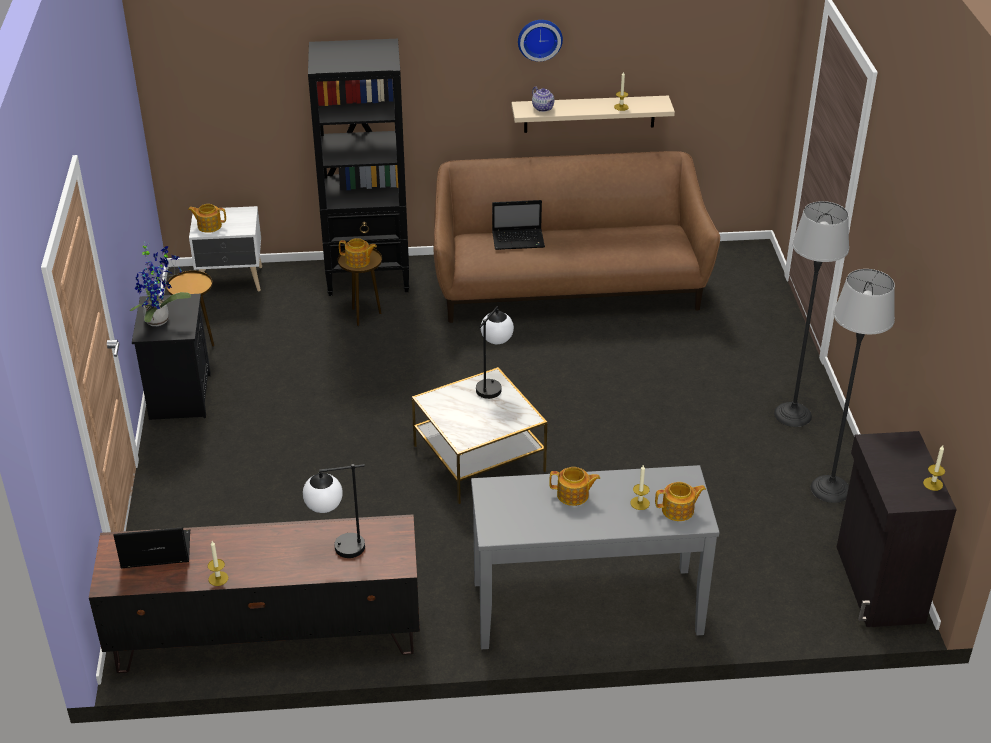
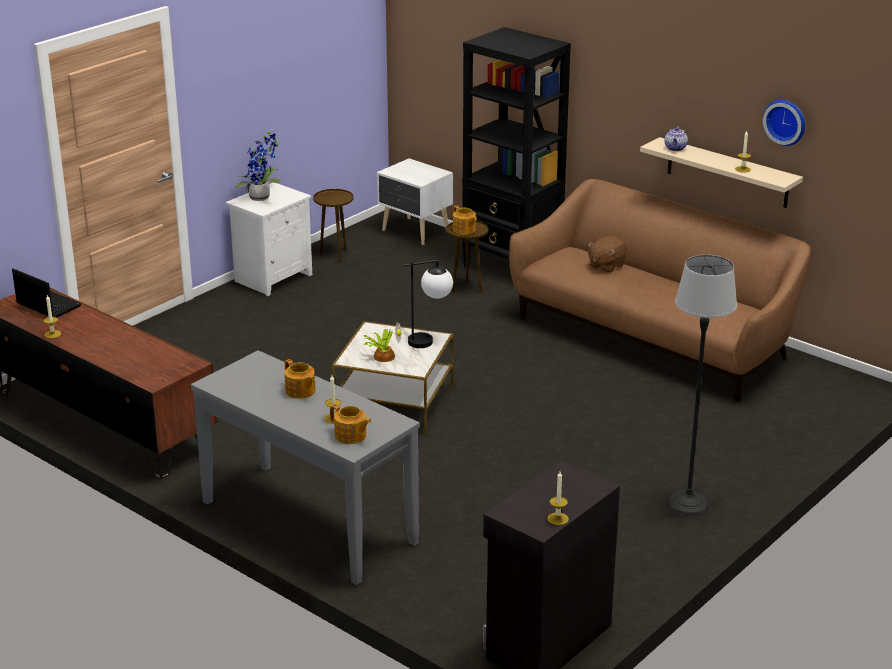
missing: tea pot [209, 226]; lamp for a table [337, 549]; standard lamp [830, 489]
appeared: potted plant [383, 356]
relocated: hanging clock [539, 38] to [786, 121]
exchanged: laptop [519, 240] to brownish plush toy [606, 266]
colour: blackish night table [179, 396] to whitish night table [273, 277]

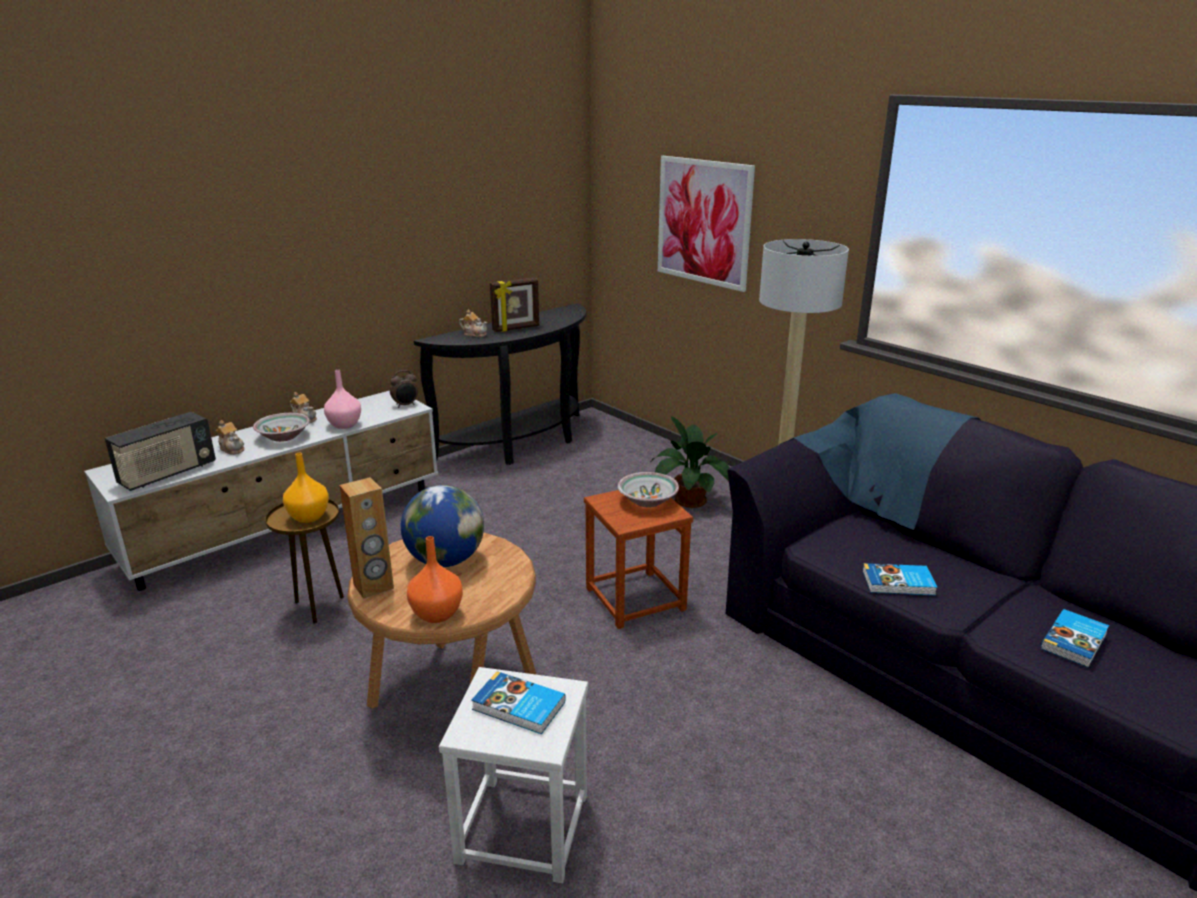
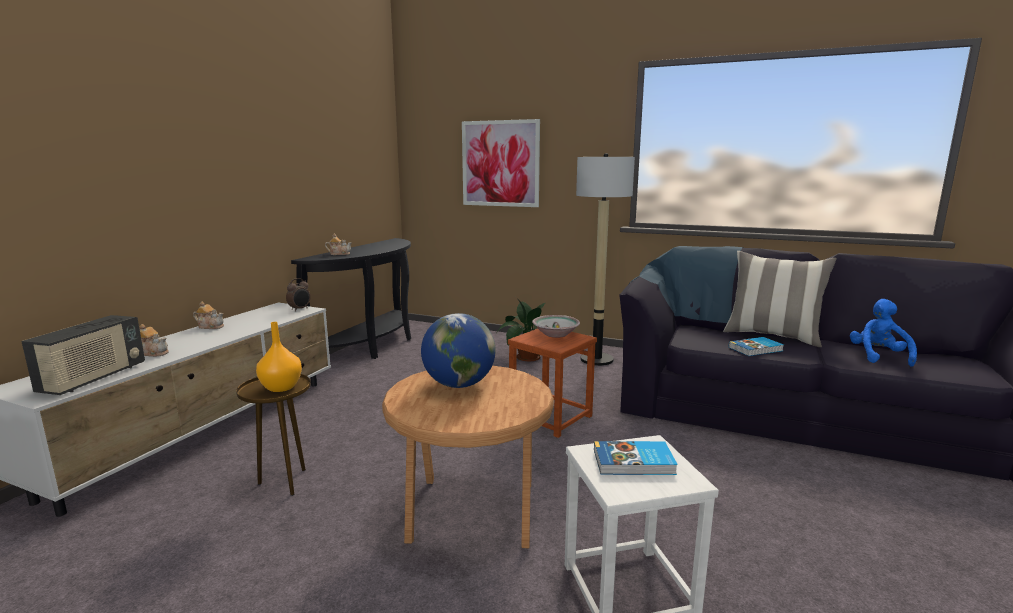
missing: serving bowl [284, 437]; pinkish decorative vase [344, 425]; brownish loudspeaker [374, 587]; orangey decorative vase [437, 615]; photo frame [516, 328]
appeared: throw pillow [772, 336]
exchanged: book [1075, 641] to bluish plush toy [878, 356]

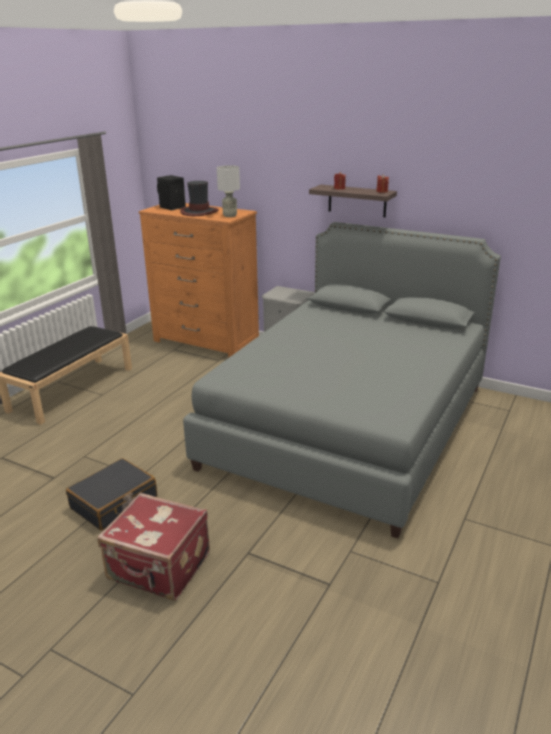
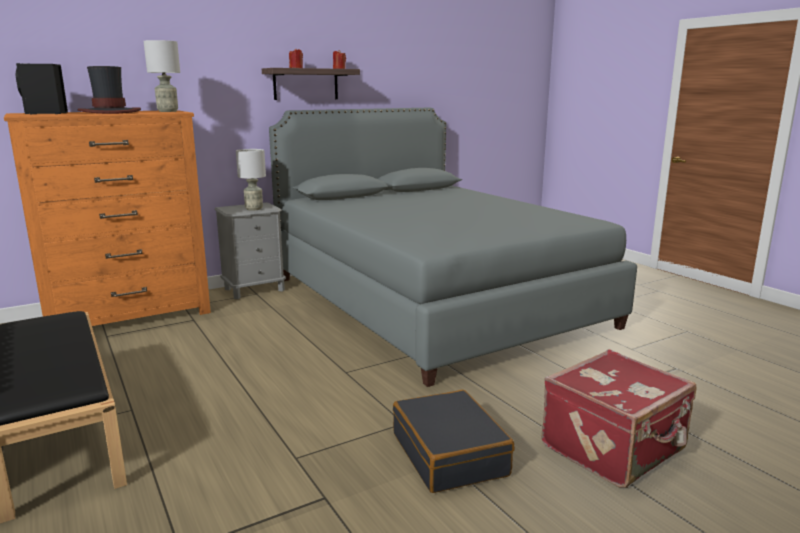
appeared: grey lamp for a table [253, 209]

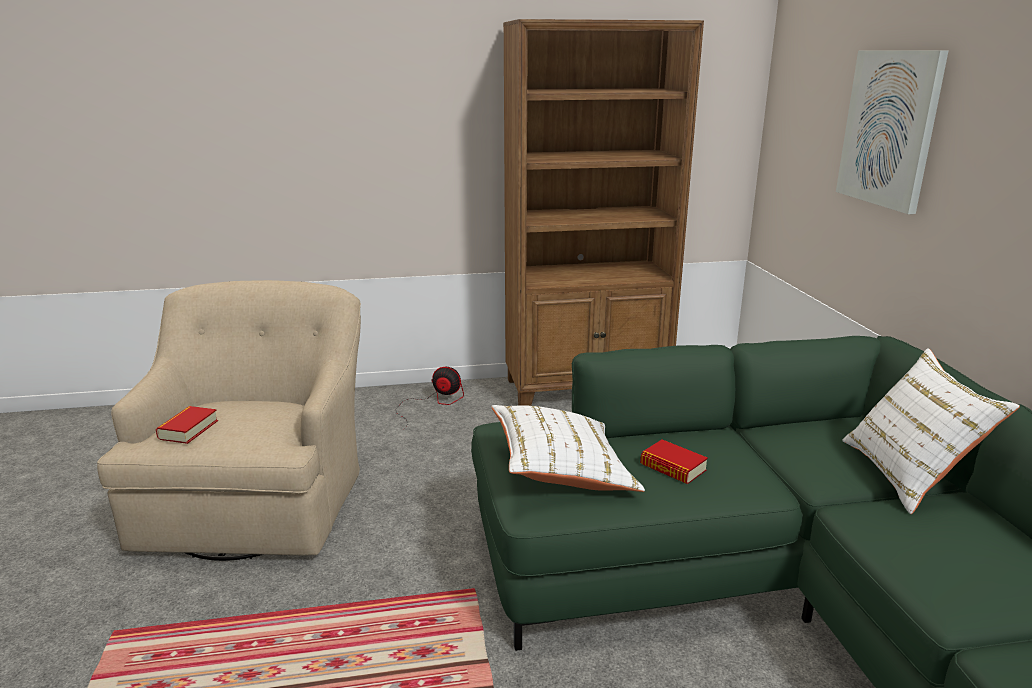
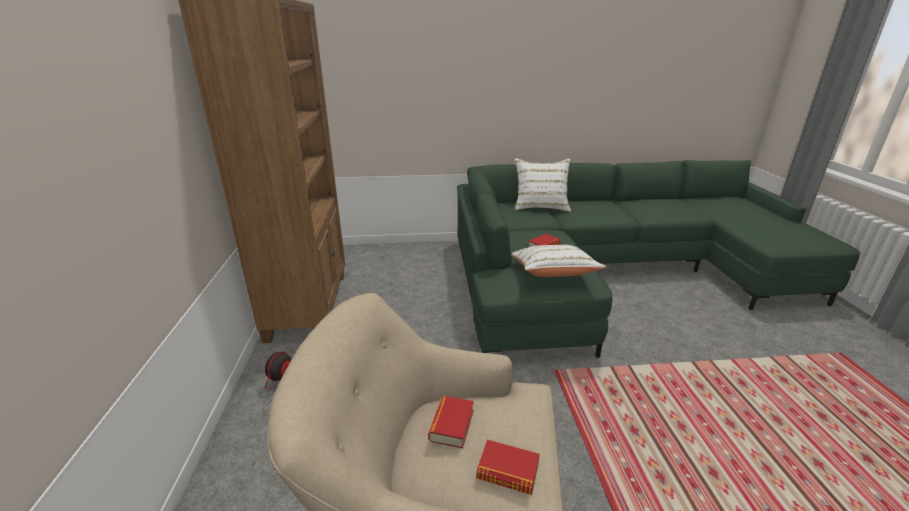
missing: wall art [889, 129]
appeared: book [451, 425]

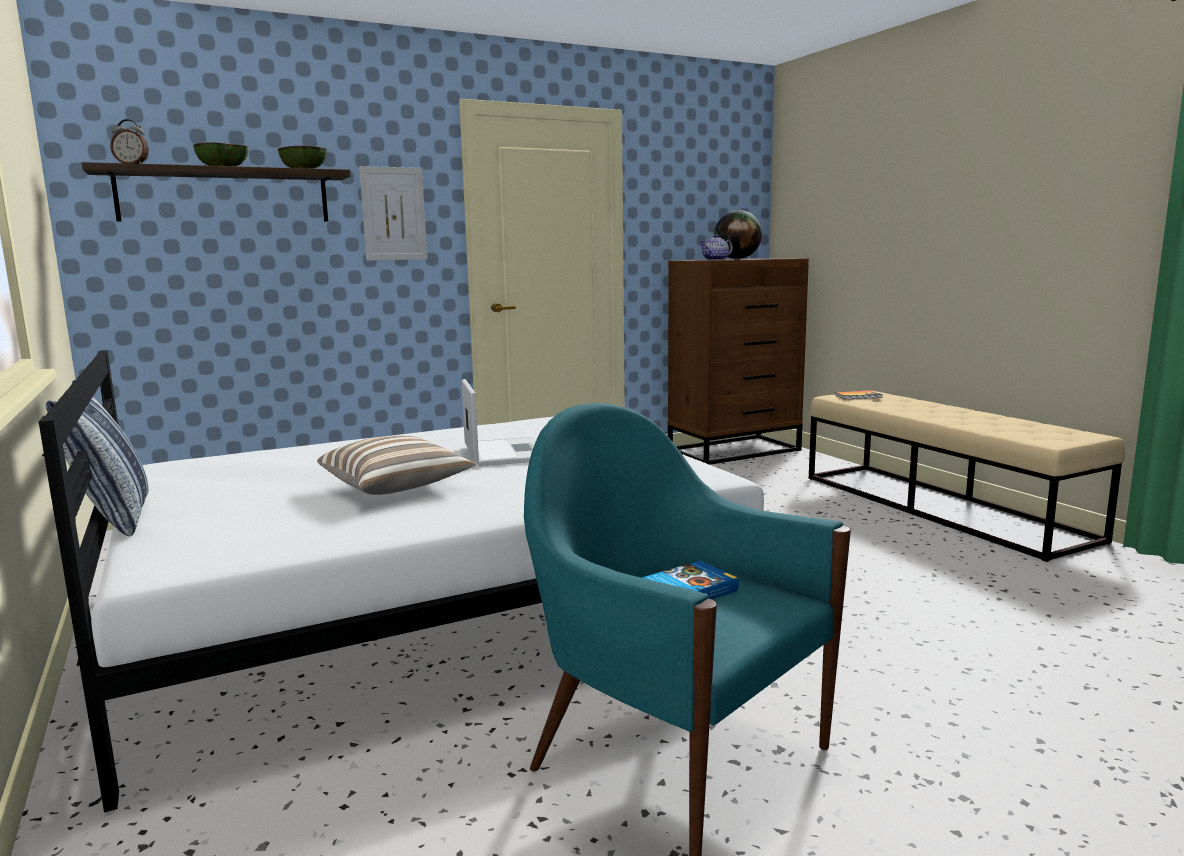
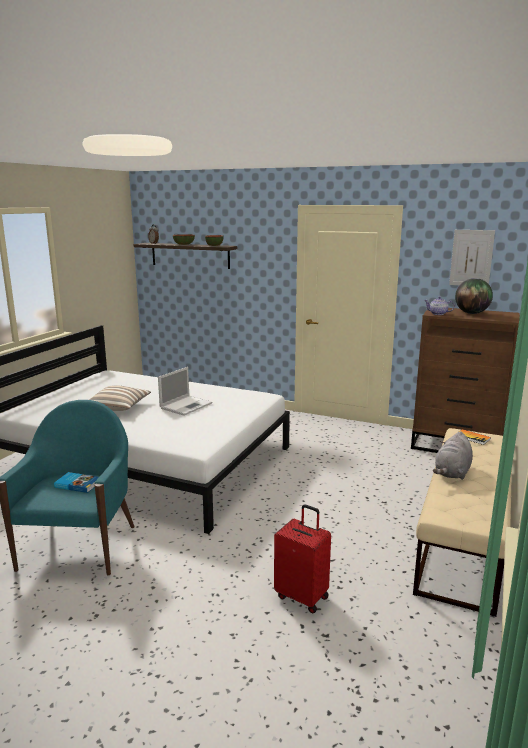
missing: throw pillow [114, 518]
appeared: reddish travel case [302, 596]; grey plush toy [452, 473]
relocated: wall art [394, 214] to [471, 258]

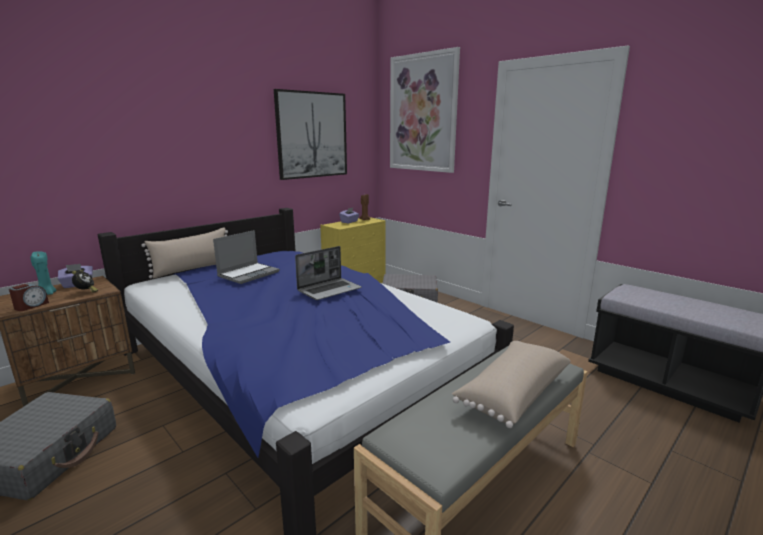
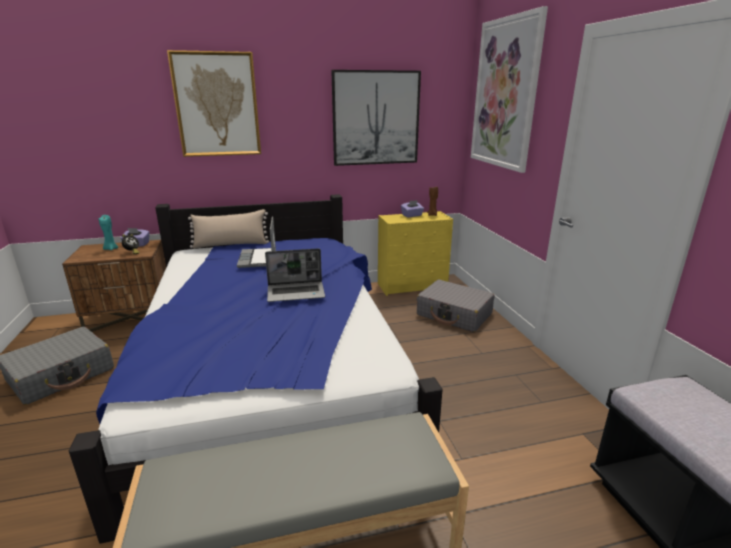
missing: bedside clock [31, 306]; beige throw pillow [511, 393]
appeared: wall art [217, 105]
spun: laptop [249, 274] = [258, 259] 105 degrees clockwise

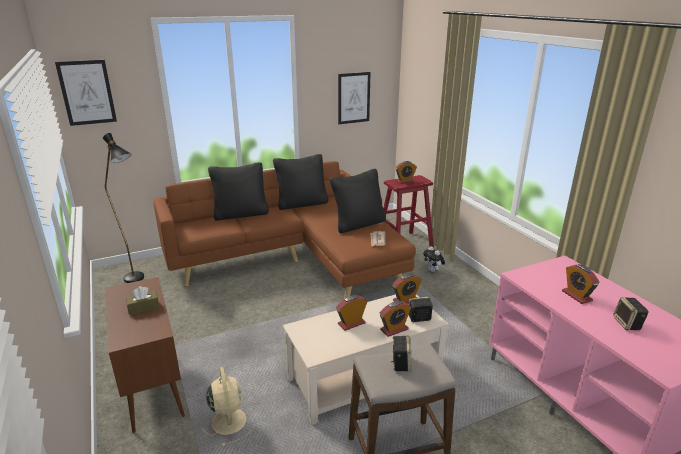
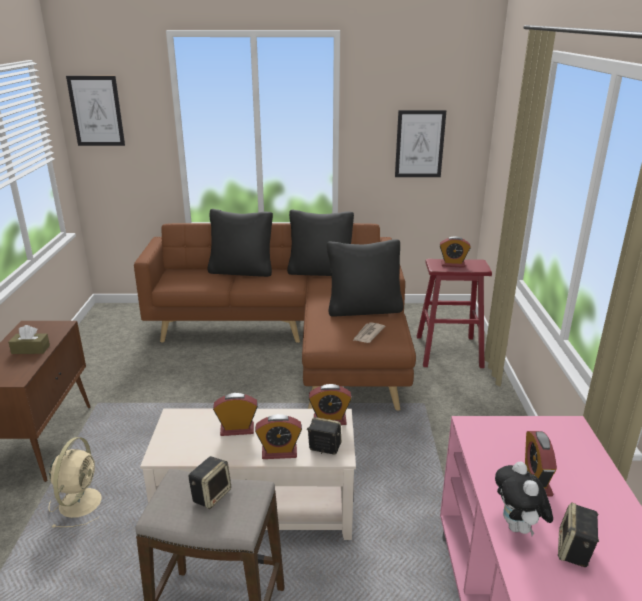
missing: blackish standard lamp [138, 280]
relocated: plush toy [433, 271] to [518, 527]

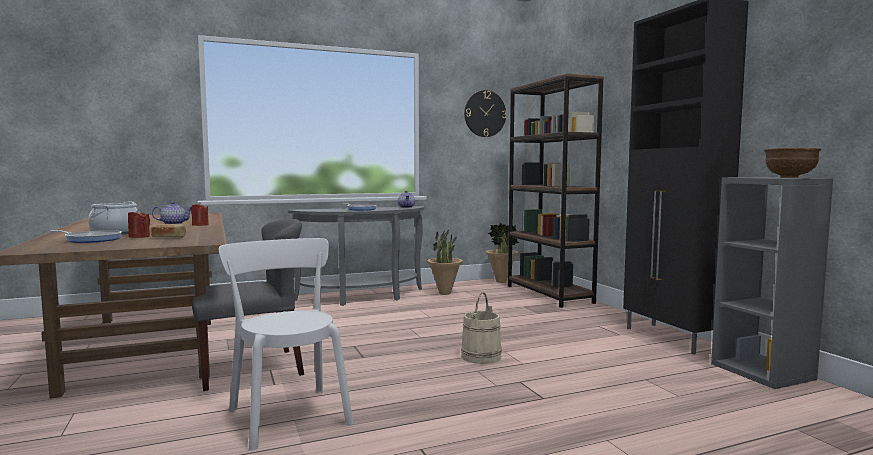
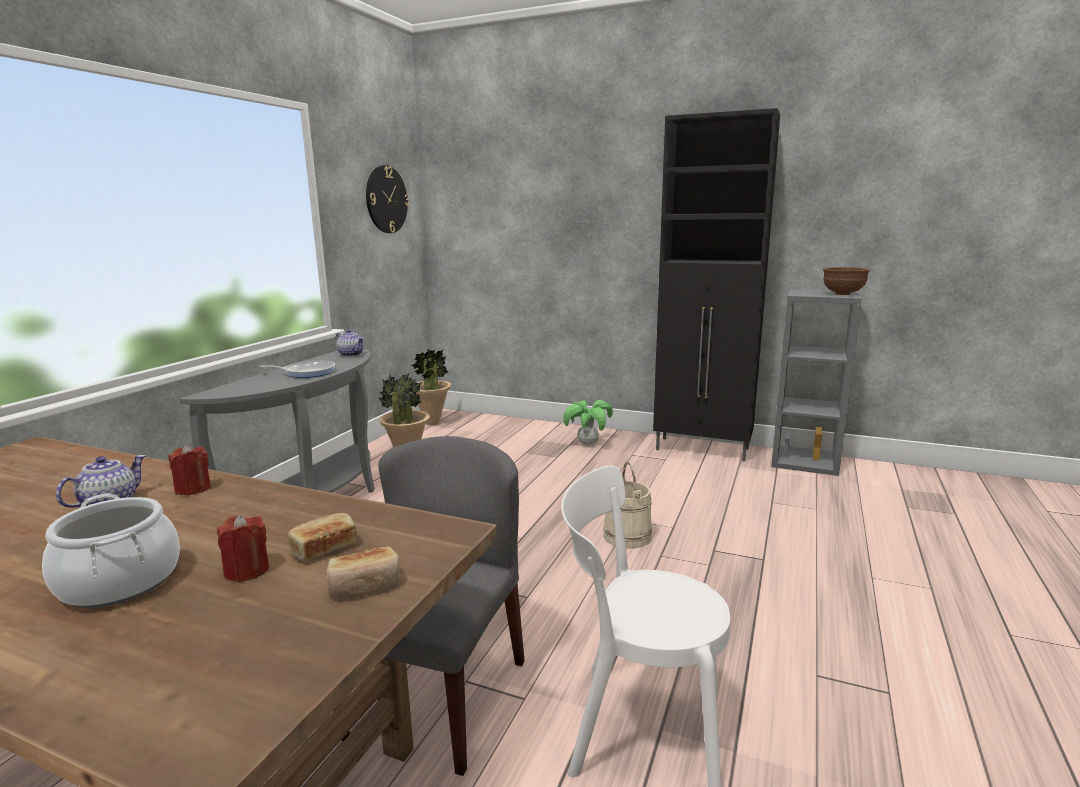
missing: frying pan [91, 239]; brownish bookshelf [549, 294]
appeared: bakery bread [365, 586]; potted plant [588, 444]

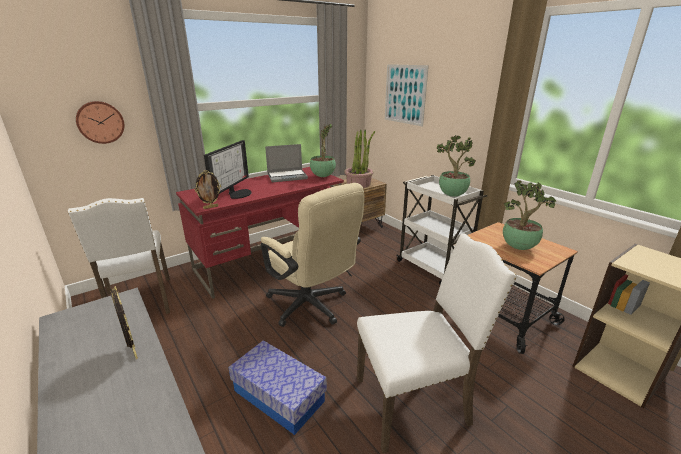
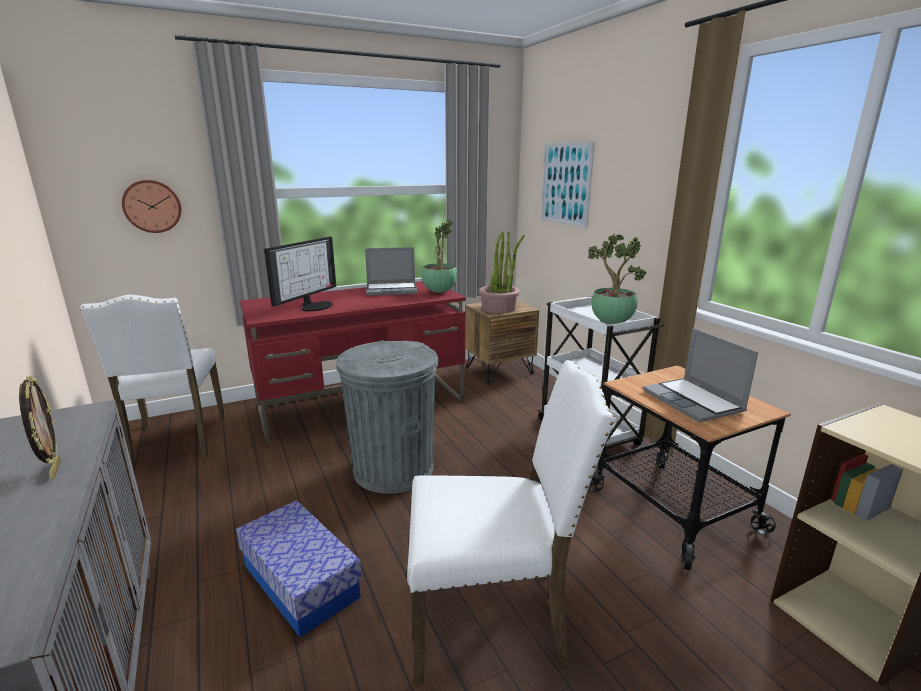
missing: photo frame [211, 207]
exchanged: beige office chair [312, 307] to grey rubbish bin [393, 469]; potted plant [519, 248] to laptop [694, 401]

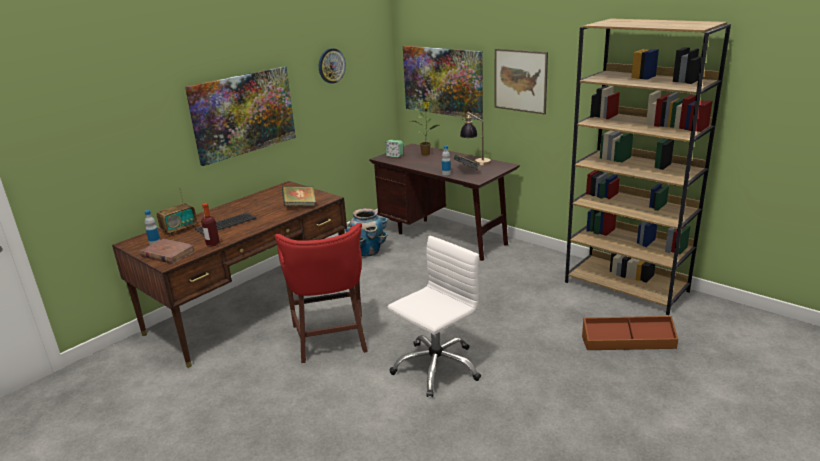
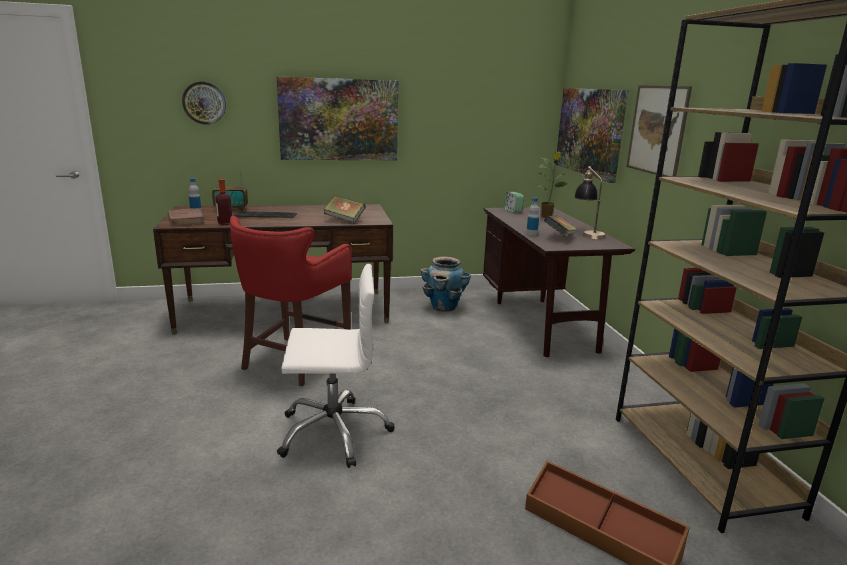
relocated: hanging clock [331, 65] to [204, 103]

